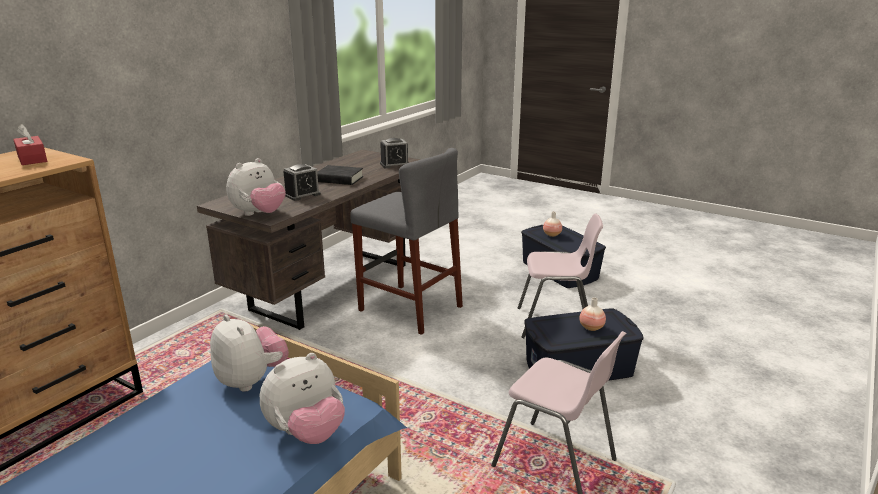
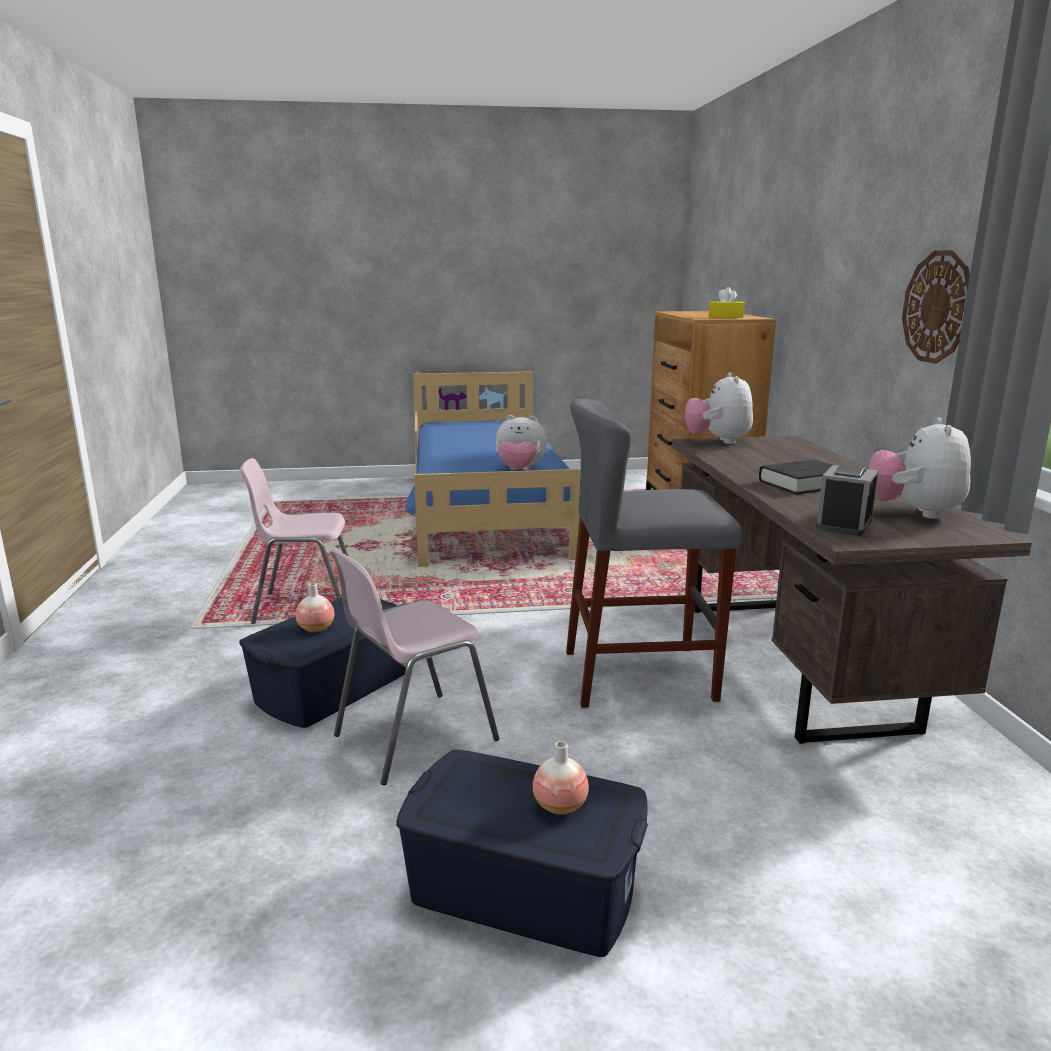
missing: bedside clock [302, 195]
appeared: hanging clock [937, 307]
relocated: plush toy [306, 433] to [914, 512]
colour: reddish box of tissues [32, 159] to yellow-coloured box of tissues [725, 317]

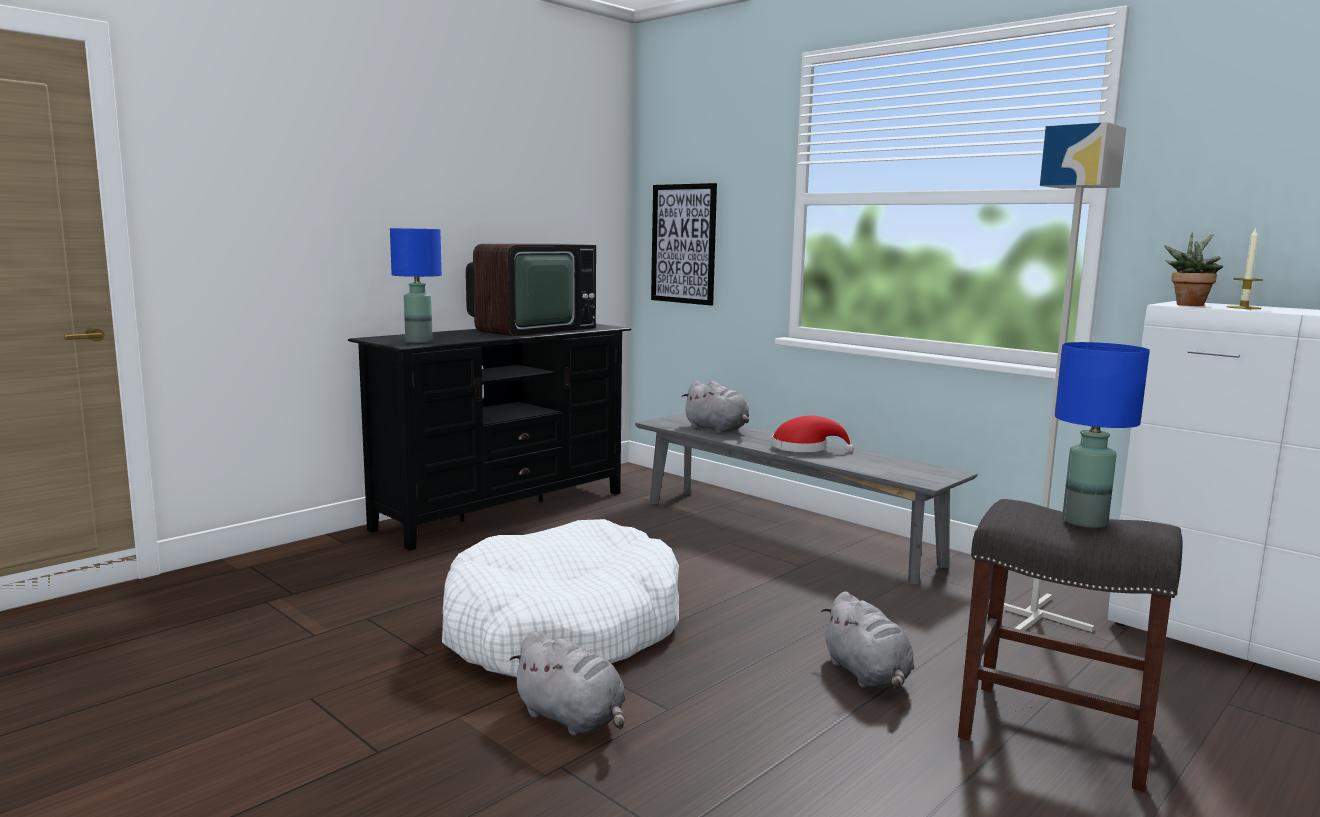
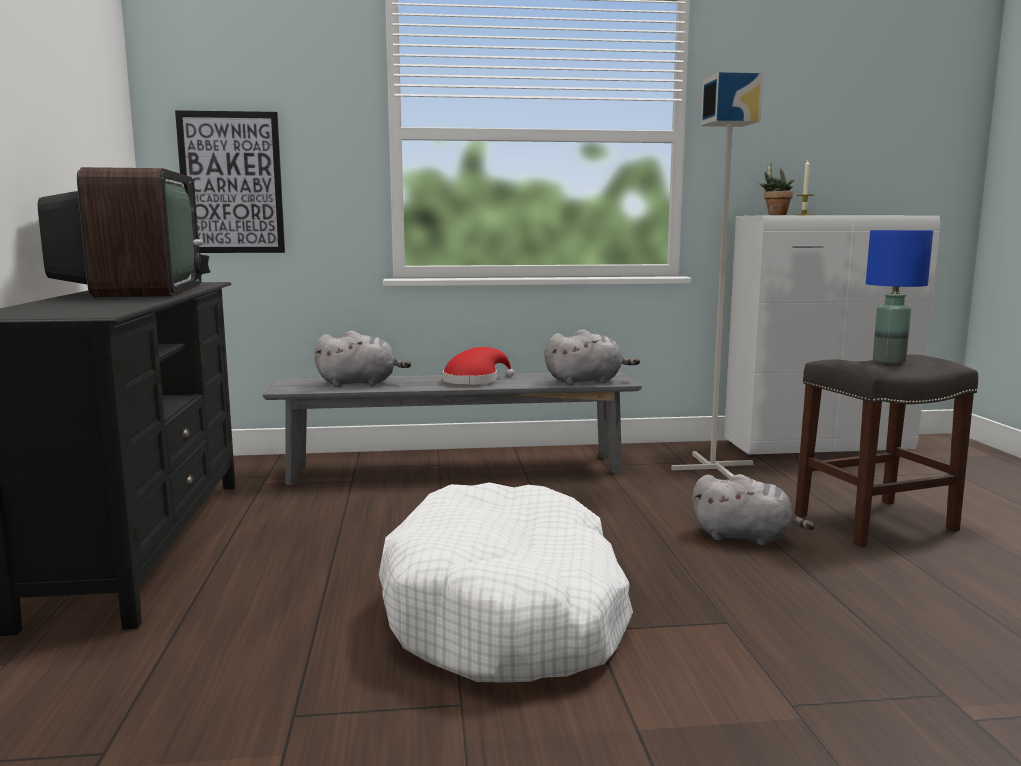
missing: bluish lamp for a table [419, 341]
relocated: grey plush toy [573, 719] to [586, 381]

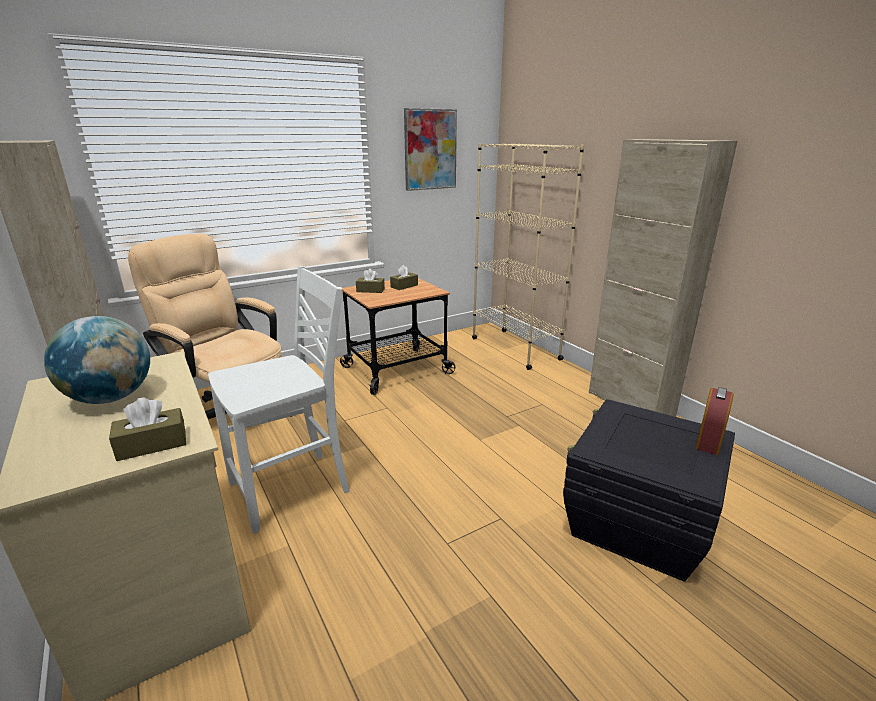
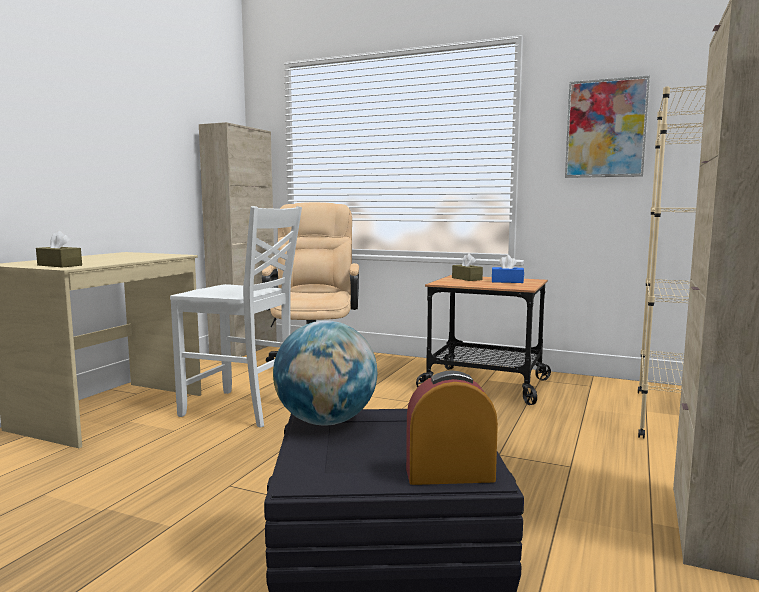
relocated: desk globe [111, 398] to [326, 422]
colour: brownish box of tissues [404, 286] to bluish box of tissues [507, 281]

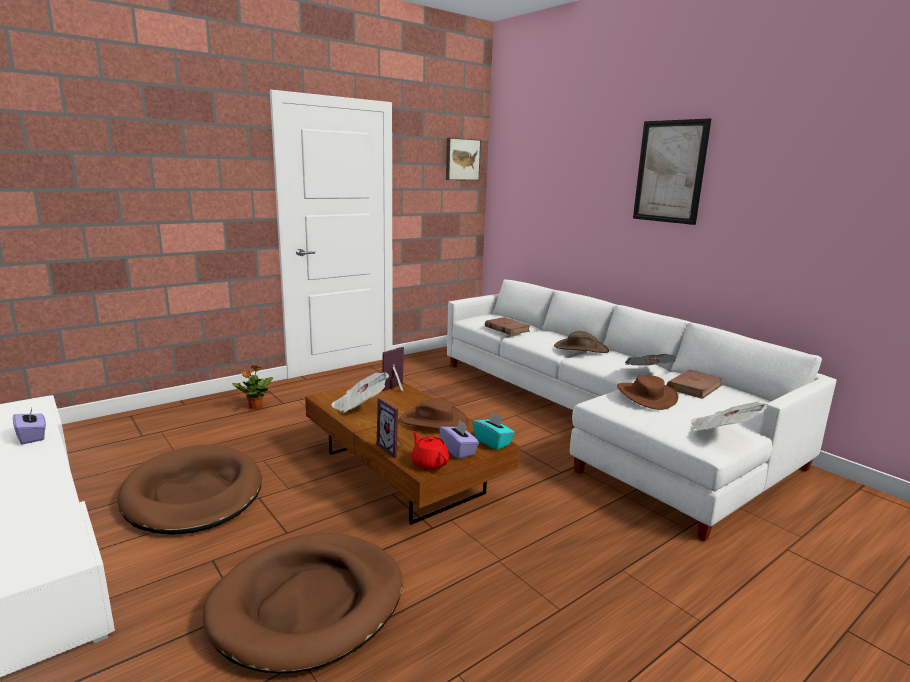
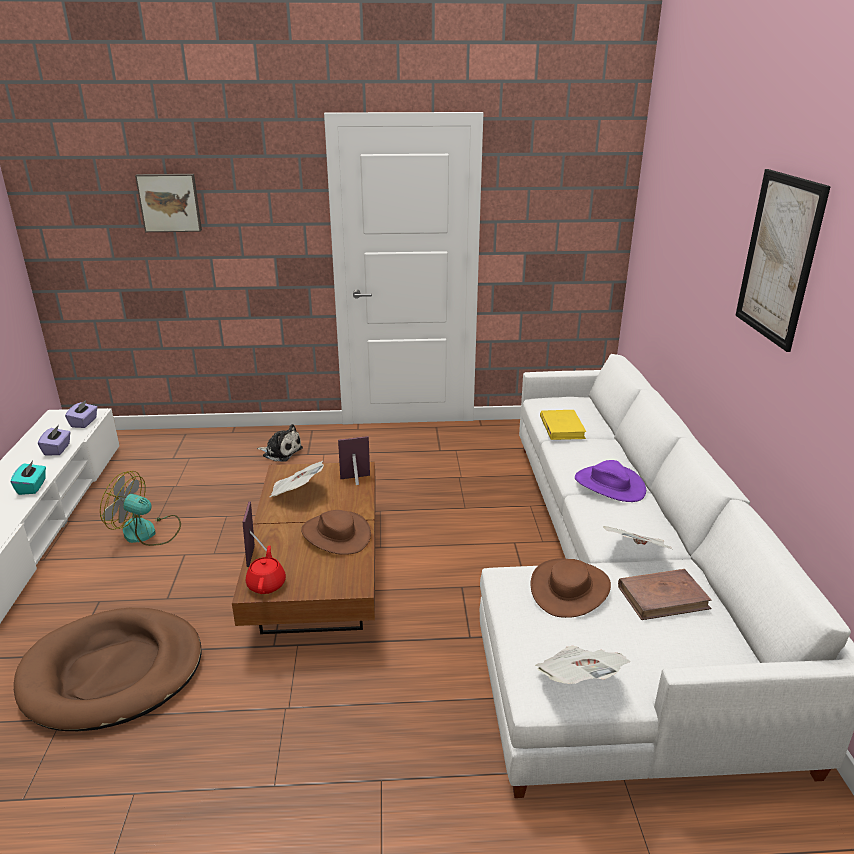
relocated: purple-coloured box of tissues [458, 451] to [84, 422]; wall art [462, 159] to [170, 202]; turquoise box of tissues [492, 442] to [32, 487]
exchanged: brownish pet bed [193, 494] to electric fan [147, 532]; potted plant [255, 407] to plush toy [281, 452]
colour: brownish book [507, 328] to yellow-coloured book [562, 427]; brownish clothing hat [581, 348] to purple-coloured clothing hat [609, 485]

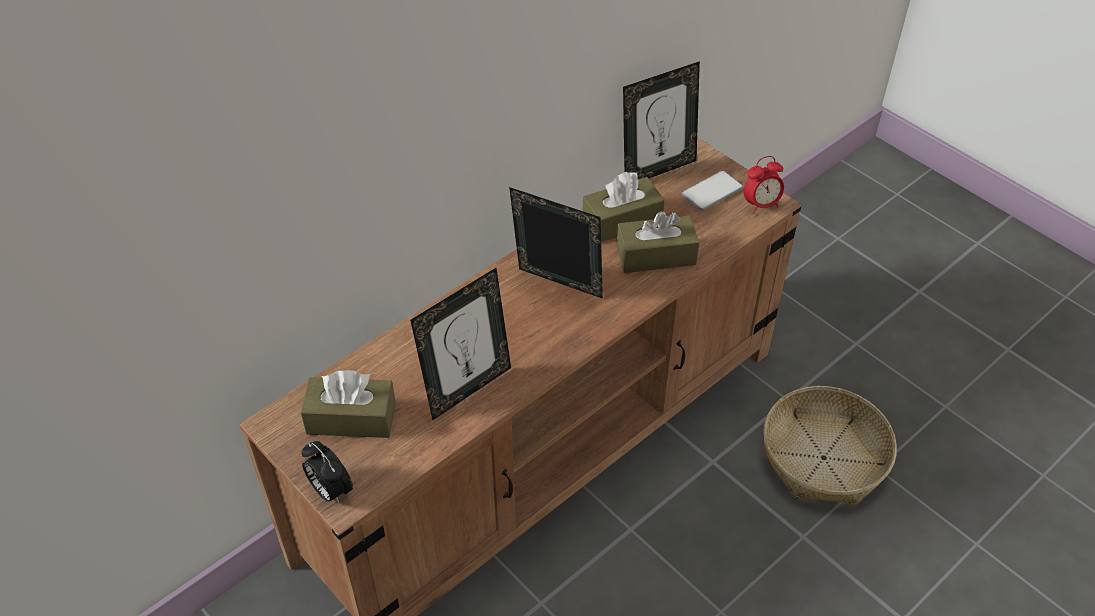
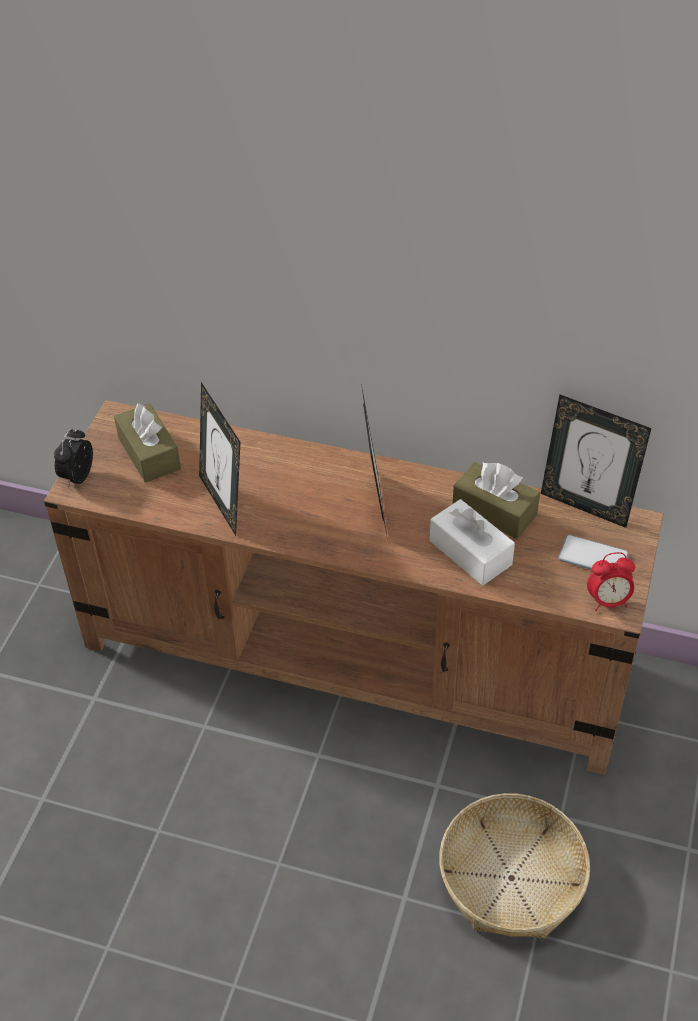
colour: brownish box of tissues [656, 255] to whitish box of tissues [470, 552]
spun: photo frame [467, 388] = [224, 502] 45 degrees clockwise; bedside clock [761, 205] = [608, 601] 45 degrees counterclockwise

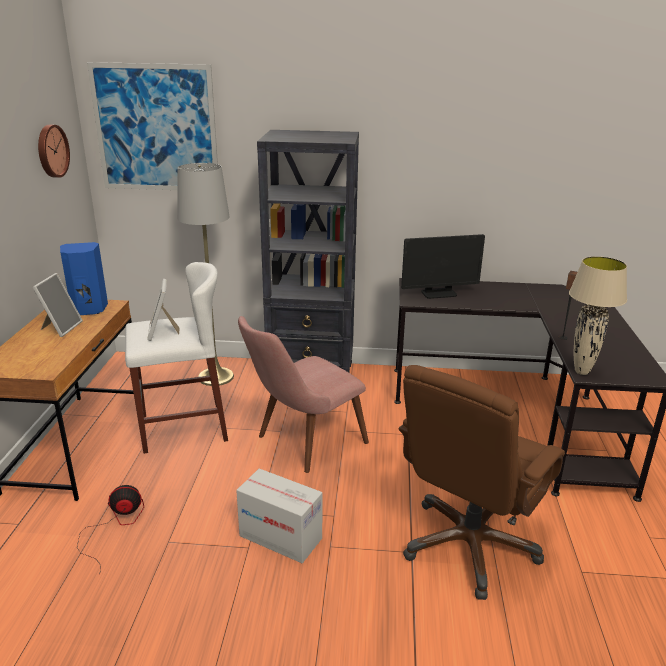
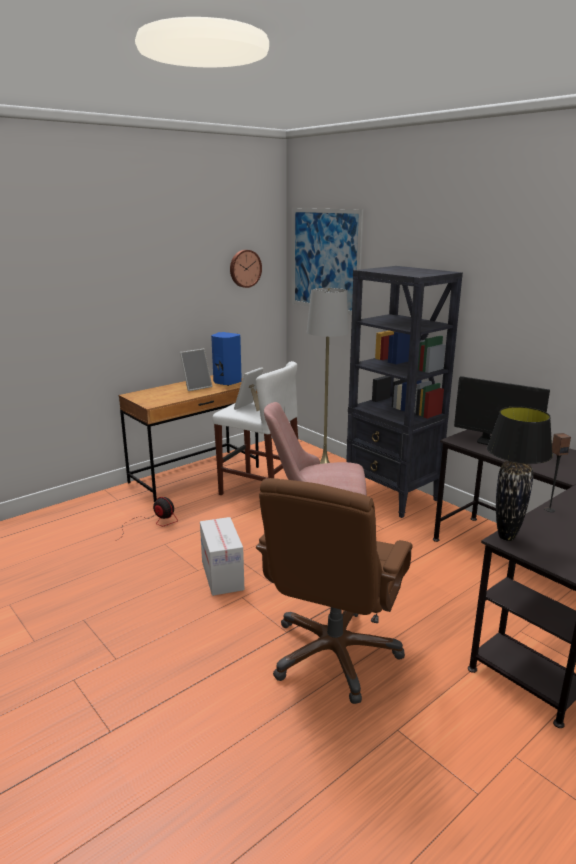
colour: beige lamp for a table [581, 372] to blackish lamp for a table [506, 537]
spun: brownish office chair [469, 545] = [334, 654] 60 degrees counterclockwise

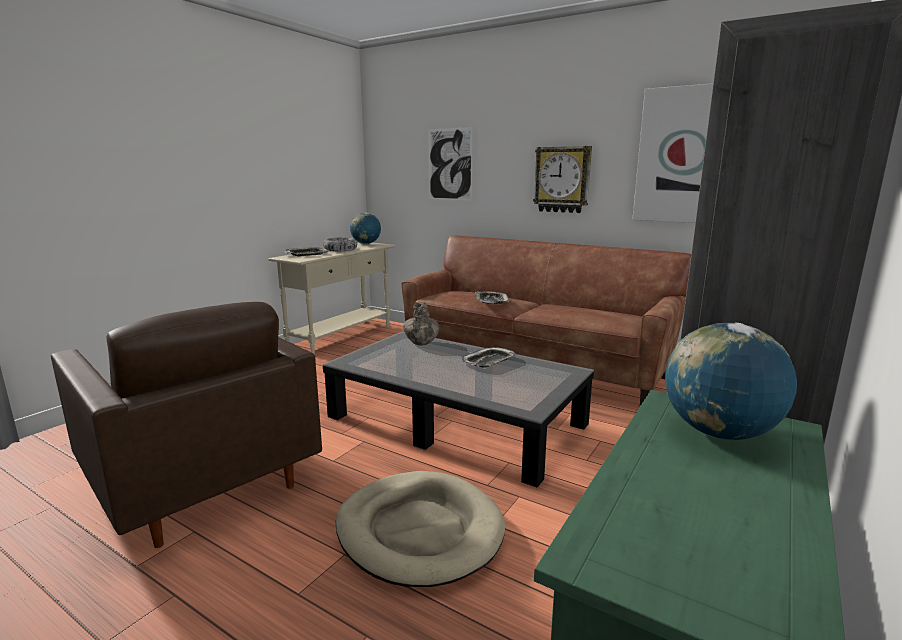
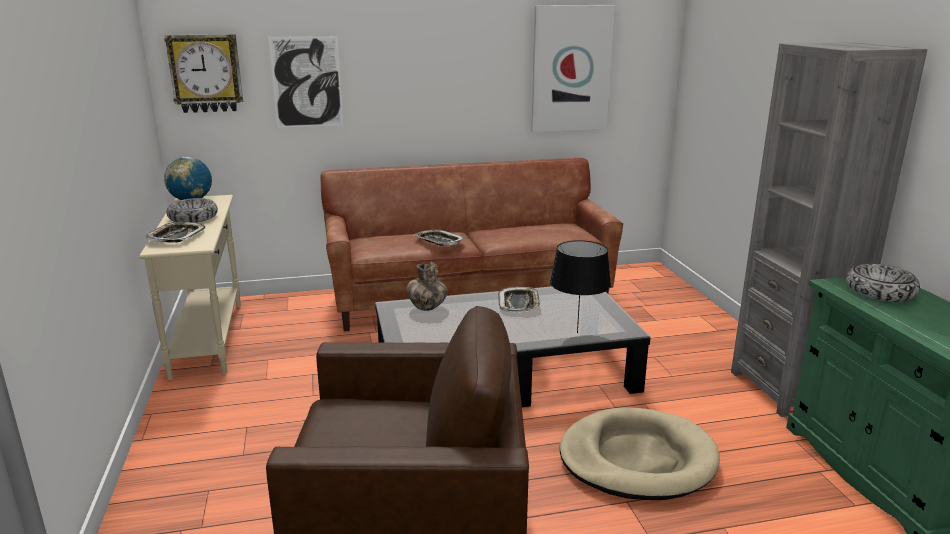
appeared: blackish lamp for a table [577, 332]
relocated: hanging clock [562, 179] to [206, 73]
exchanged: desk globe [719, 433] to serving bowl [879, 292]

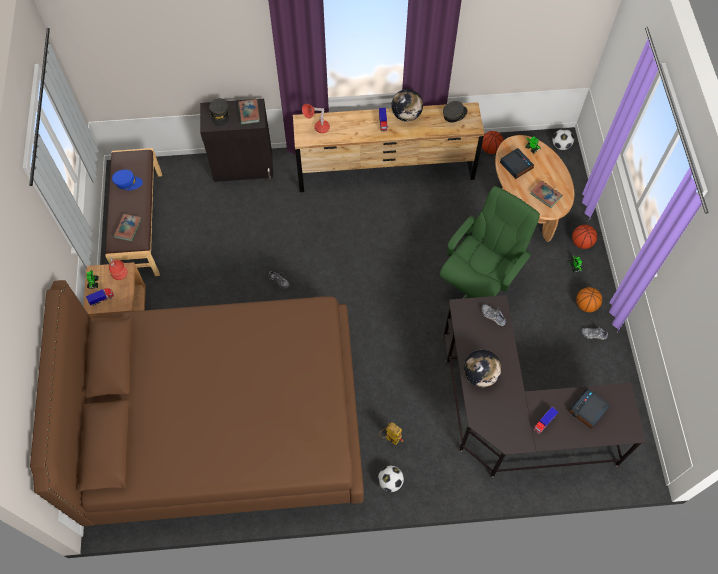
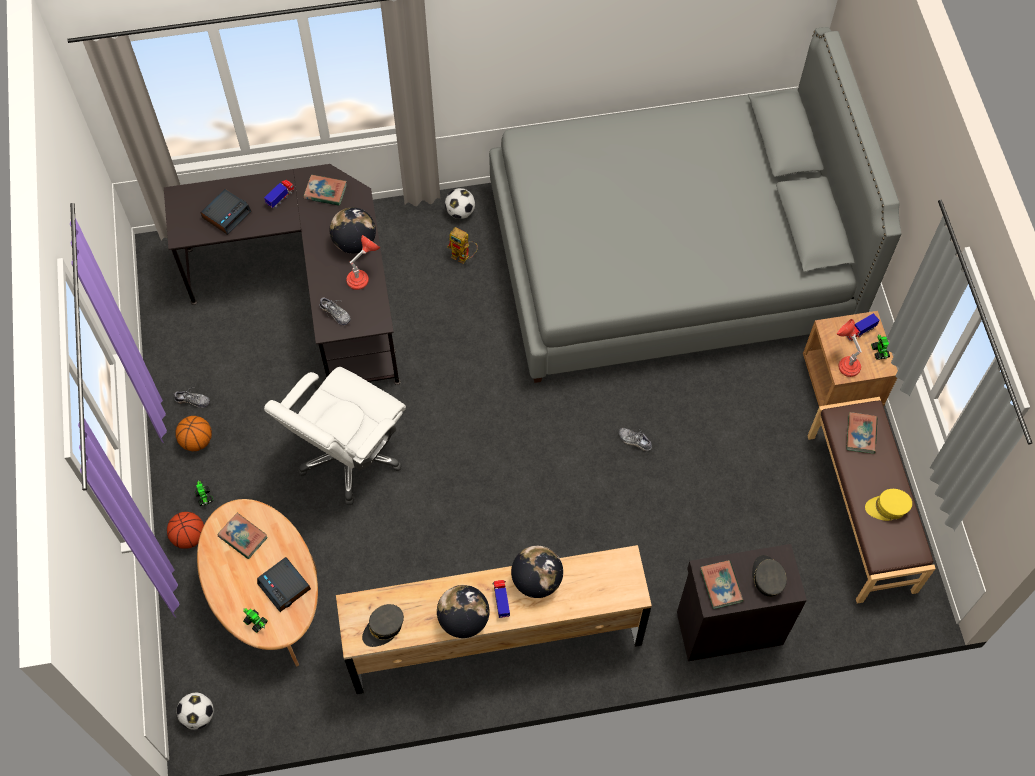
missing: ball for basketball [490, 149]
appeared: book [325, 192]; desk globe [537, 580]
relocated: reddish lamp for a table [318, 129] to [363, 277]
colour: brownish bedroom bed [224, 422] to grey bedroom bed [670, 259]; bluish peaked cap [128, 182] to yellow-coloured peaked cap [887, 508]; green office chair [477, 285] to whitish office chair [349, 457]

